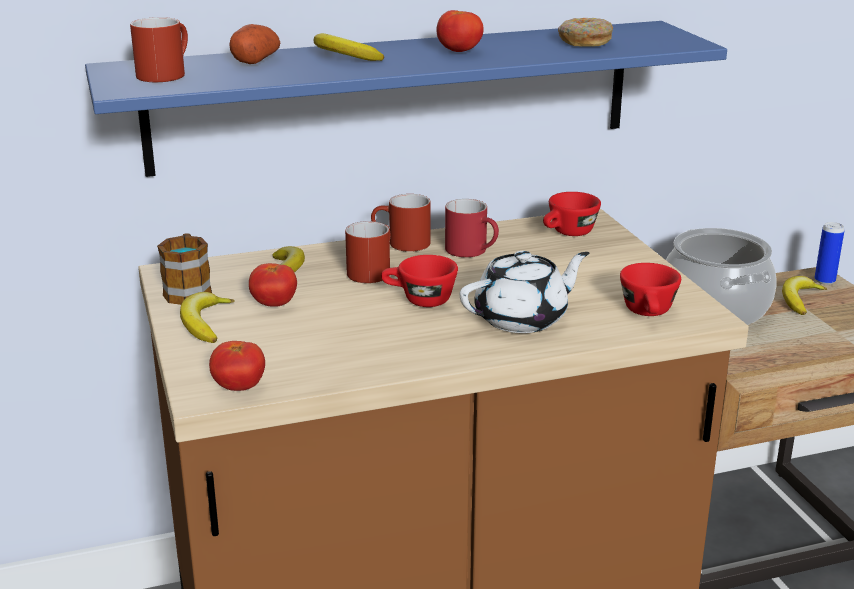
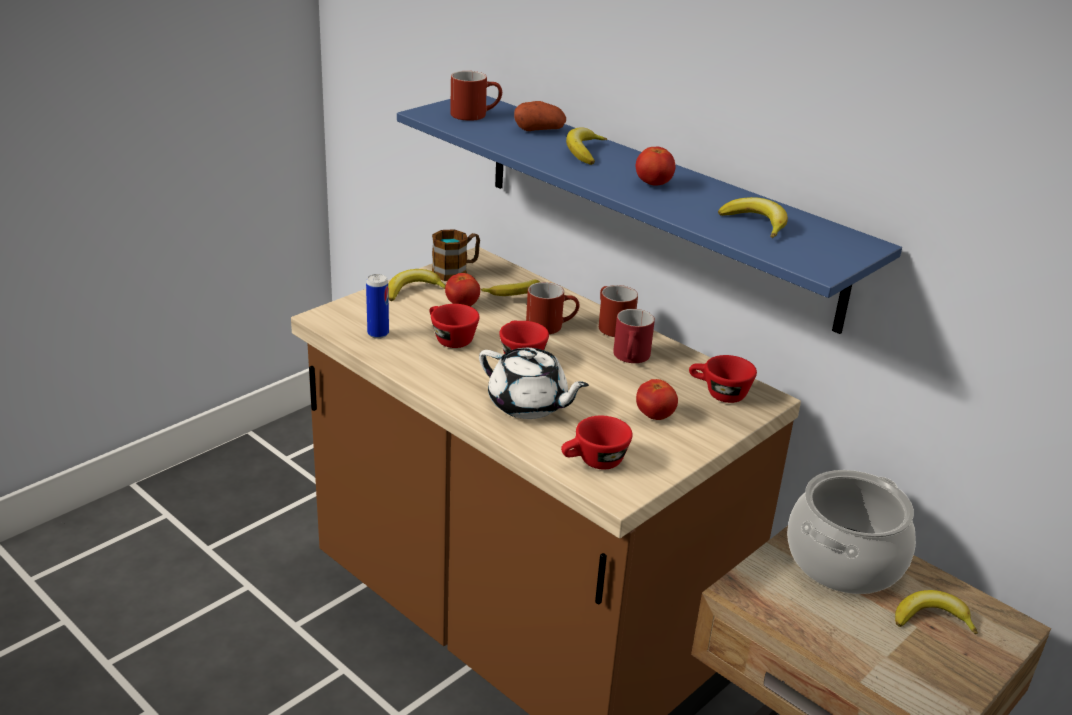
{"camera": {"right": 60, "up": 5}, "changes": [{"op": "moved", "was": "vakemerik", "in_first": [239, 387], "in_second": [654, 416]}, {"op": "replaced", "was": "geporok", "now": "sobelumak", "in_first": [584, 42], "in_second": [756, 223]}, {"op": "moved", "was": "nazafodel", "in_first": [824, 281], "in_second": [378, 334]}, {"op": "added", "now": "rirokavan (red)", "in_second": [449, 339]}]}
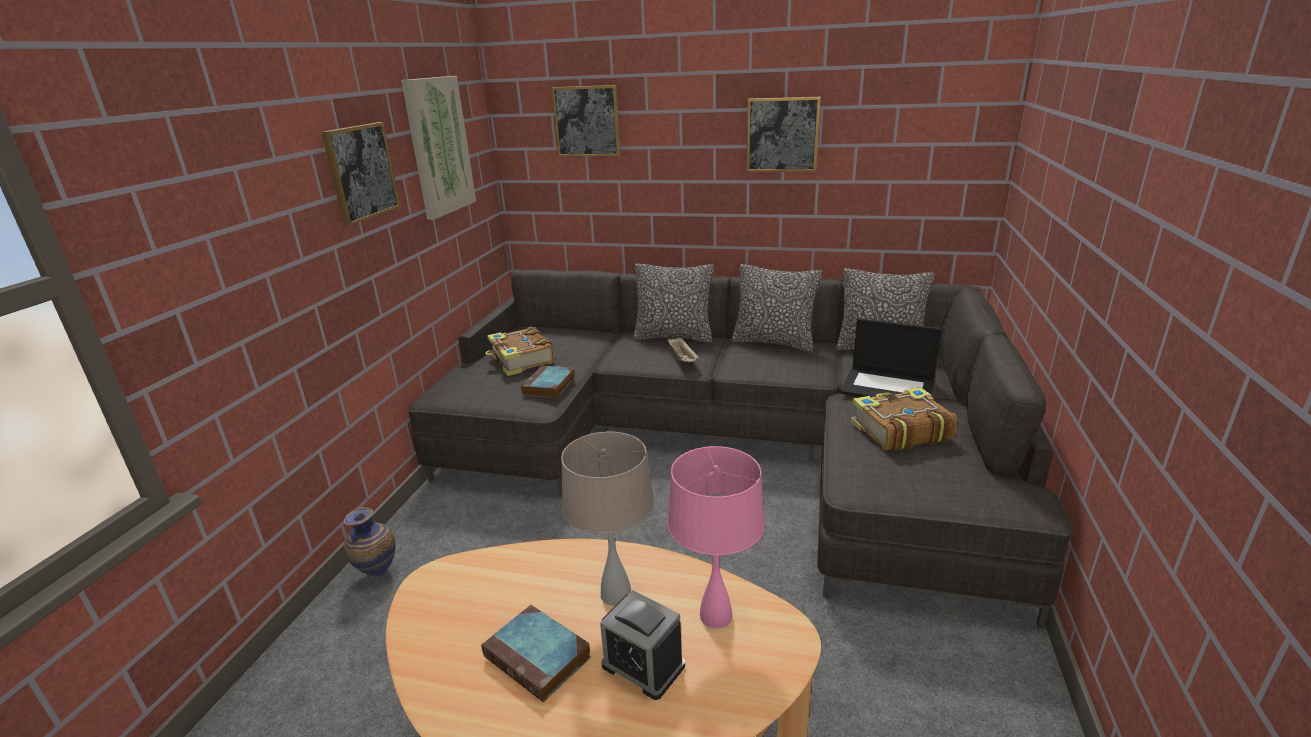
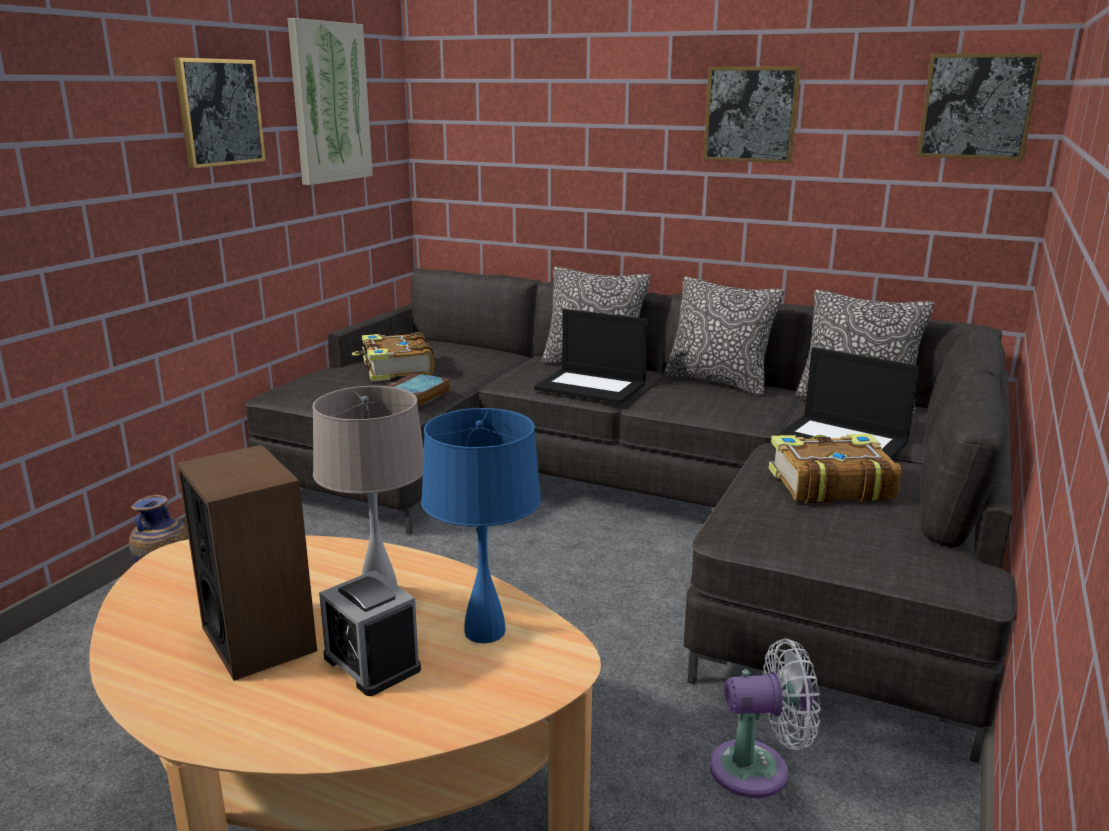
{"camera": {"right": 10, "up": -5}, "changes": [{"op": "replaced", "was": "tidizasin", "now": "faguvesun", "in_first": [539, 658], "in_second": [259, 639]}, {"op": "moved", "was": "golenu", "in_first": [587, 121], "in_second": [977, 106]}, {"op": "recoloured", "was": "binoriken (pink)", "now": "binoriken (blue)", "in_first": [715, 616], "in_second": [484, 631]}, {"op": "replaced", "was": "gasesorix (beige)", "now": "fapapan", "in_first": [683, 359], "in_second": [592, 386]}, {"op": "added", "now": "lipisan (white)", "in_second": [758, 769]}]}
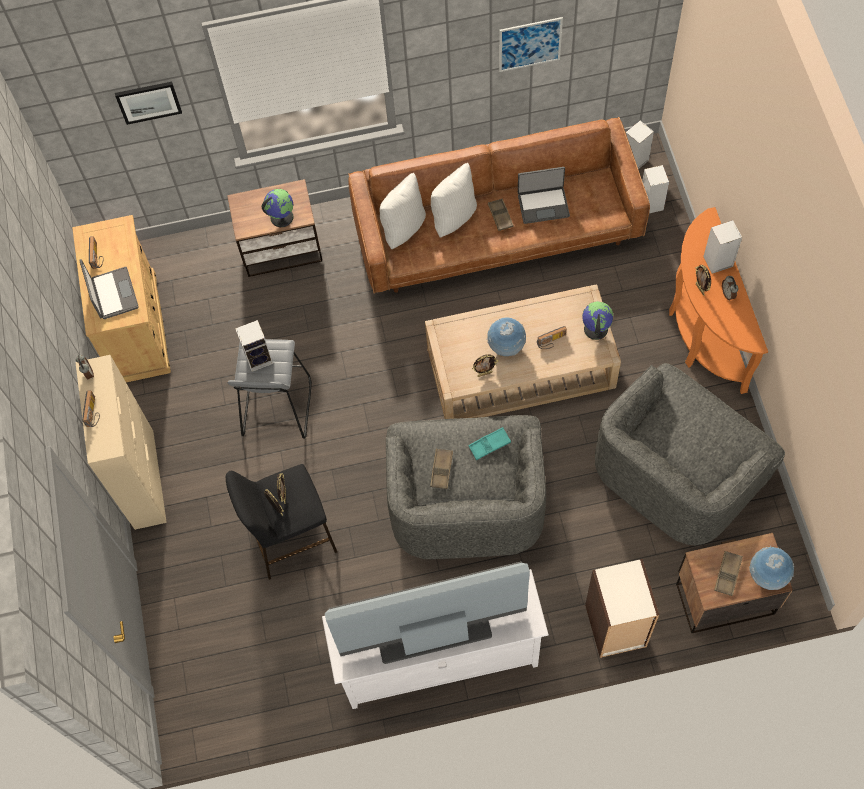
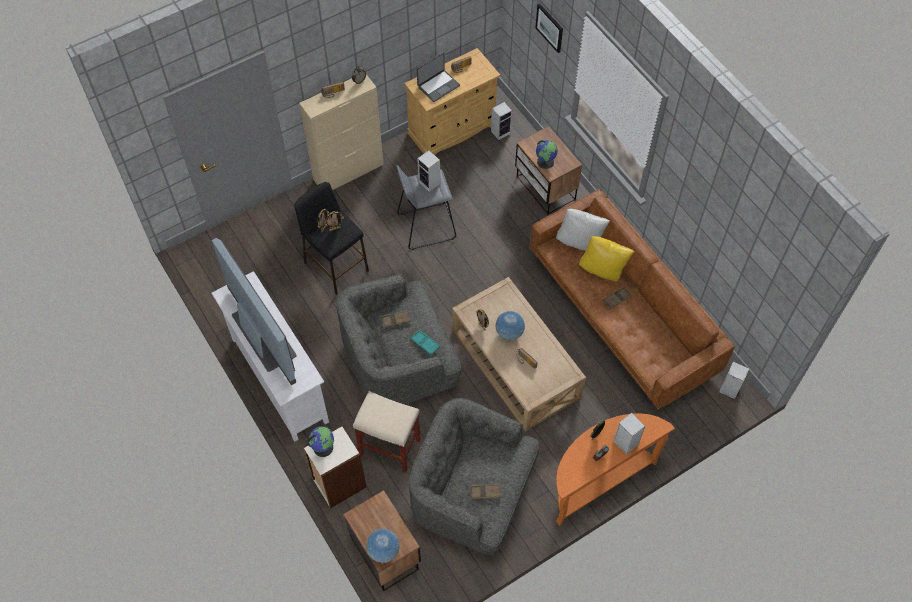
{"camera": {"right": 65, "up": -5}, "changes": [{"op": "recoloured", "was": "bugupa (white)", "now": "bugupa (yellow)", "in_first": [453, 216], "in_second": [603, 269]}, {"op": "removed", "was": "golenu", "in_first": [530, 44]}, {"op": "removed", "was": "fapapan", "in_first": [543, 205]}, {"op": "moved", "was": "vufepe", "in_first": [595, 329], "in_second": [323, 447]}, {"op": "moved", "was": "faguvesun", "in_first": [650, 203], "in_second": [501, 132]}, {"op": "moved", "was": "gasesorix (brown)", "in_first": [728, 574], "in_second": [485, 492]}, {"op": "added", "now": "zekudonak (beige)", "in_second": [389, 447]}]}
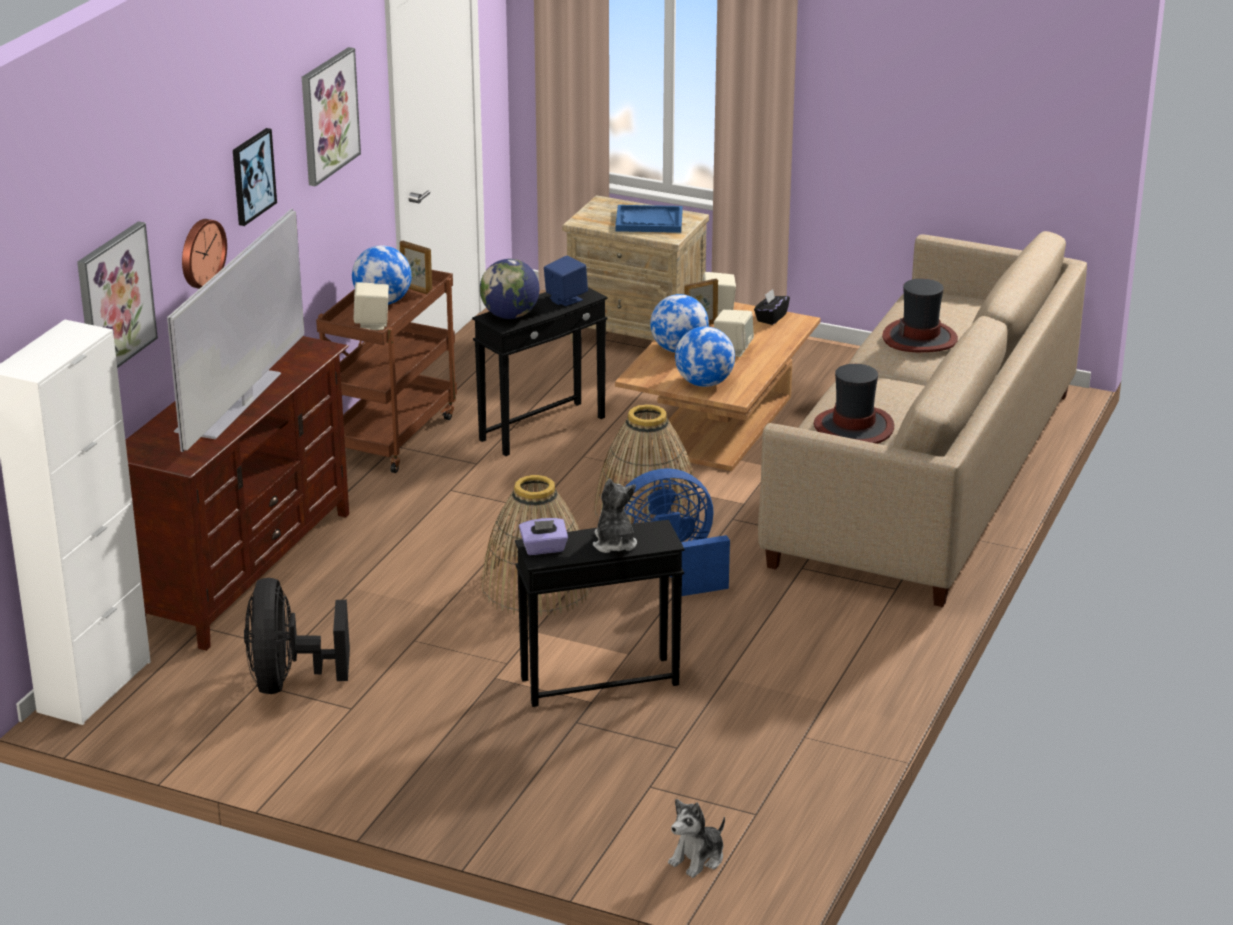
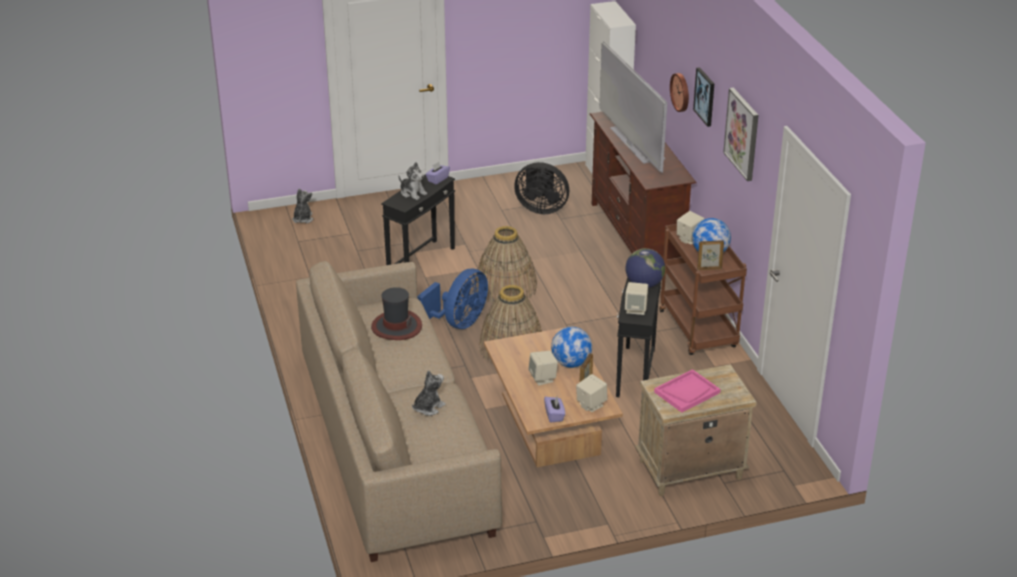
{"camera": {"right": 140, "up": 5}, "changes": [{"op": "removed", "was": "golenu", "in_first": [114, 300]}, {"op": "turned", "was": "lipisan (black)", "in_first": [289, 681], "in_second": [541, 208], "clockwise": 150}, {"op": "recoloured", "was": "faguvesun (blue)", "now": "faguvesun (beige)", "in_first": [565, 299], "in_second": [636, 309]}, {"op": "recoloured", "was": "gasesorix (blue)", "now": "gasesorix (pink)", "in_first": [649, 221], "in_second": [687, 392]}, {"op": "removed", "was": "vufepe", "in_first": [704, 383]}, {"op": "recoloured", "was": "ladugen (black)", "now": "ladugen (purple)", "in_first": [771, 318], "in_second": [554, 415]}, {"op": "replaced", "was": "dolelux", "now": "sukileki", "in_first": [920, 338], "in_second": [428, 407]}]}
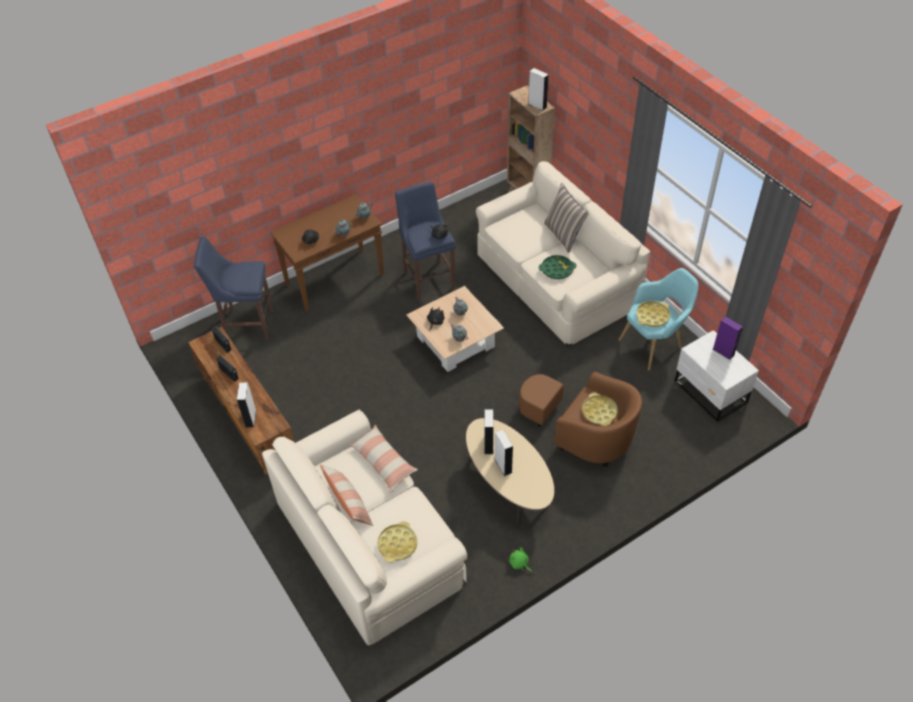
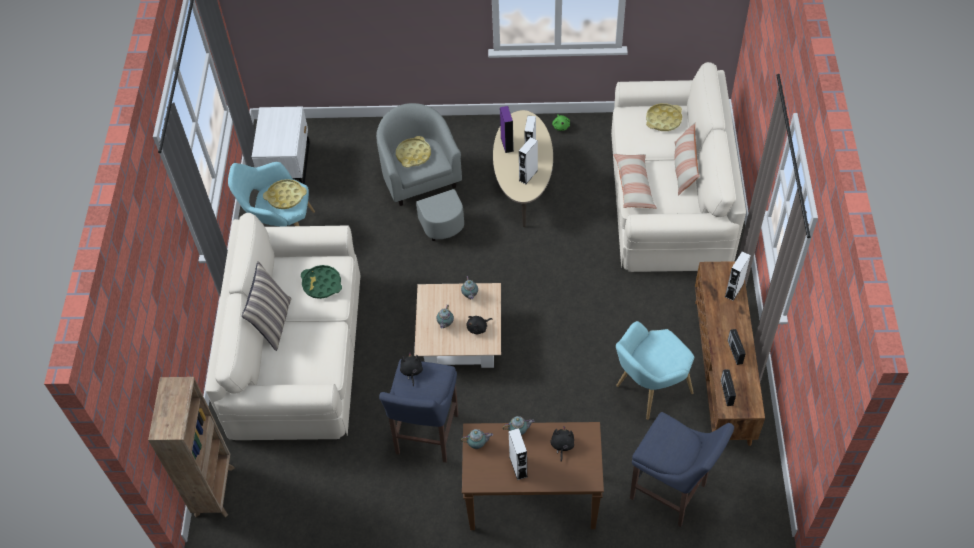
{"camera": {"right": -145, "up": 5}, "changes": [{"op": "recoloured", "was": "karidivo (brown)", "now": "karidivo (grey)", "in_first": [582, 433], "in_second": [425, 190]}, {"op": "moved", "was": "faguvesun (white)", "in_first": [537, 105], "in_second": [518, 466]}, {"op": "moved", "was": "faguvesun (purple)", "in_first": [723, 352], "in_second": [507, 144]}, {"op": "added", "now": "karidivo (turquoise)", "in_second": [648, 390]}]}
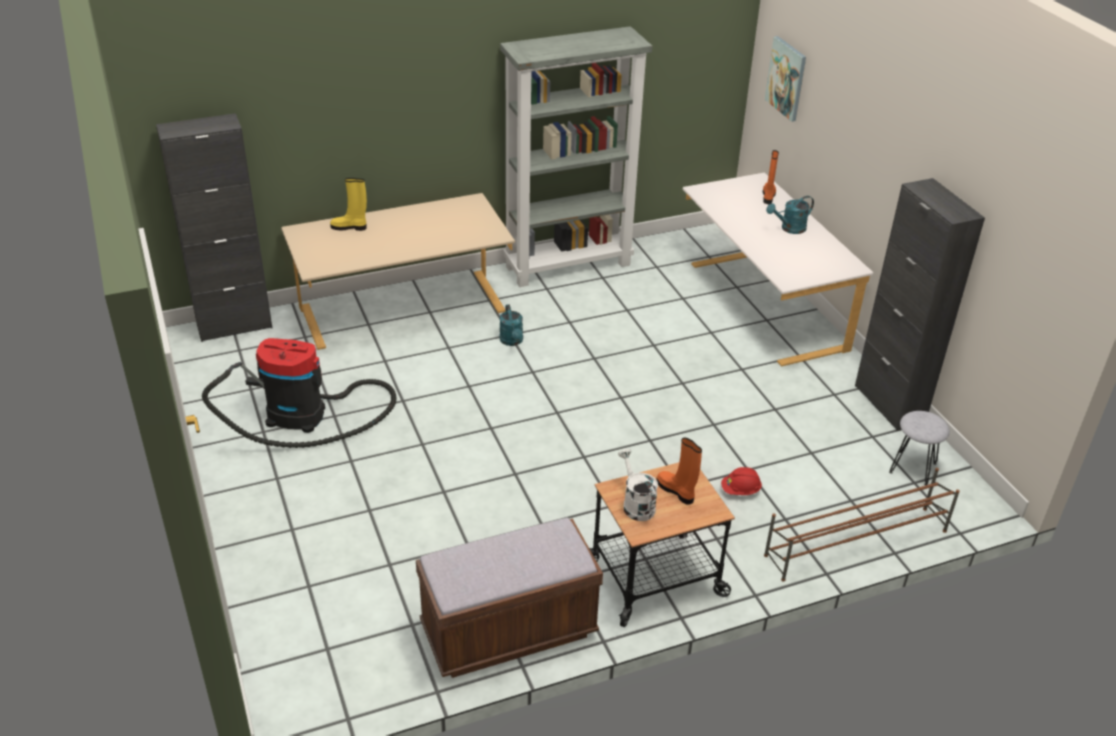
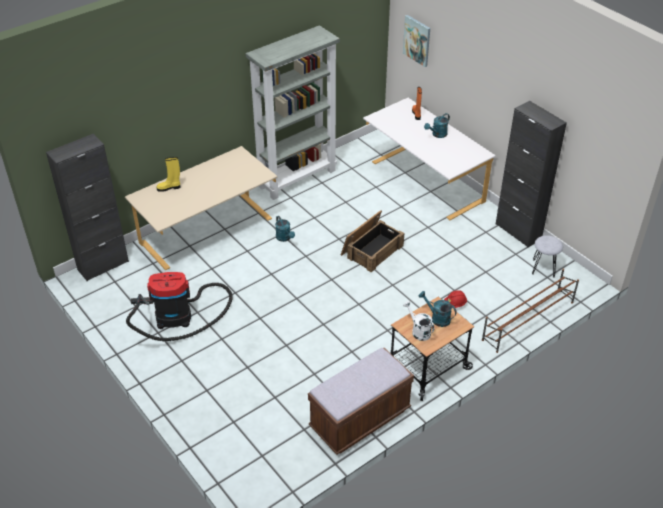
{"camera": {"right": -15, "up": 5}, "changes": [{"op": "replaced", "was": "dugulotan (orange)", "now": "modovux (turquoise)", "in_first": [676, 491], "in_second": [437, 318]}, {"op": "added", "now": "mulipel", "in_second": [372, 250]}]}
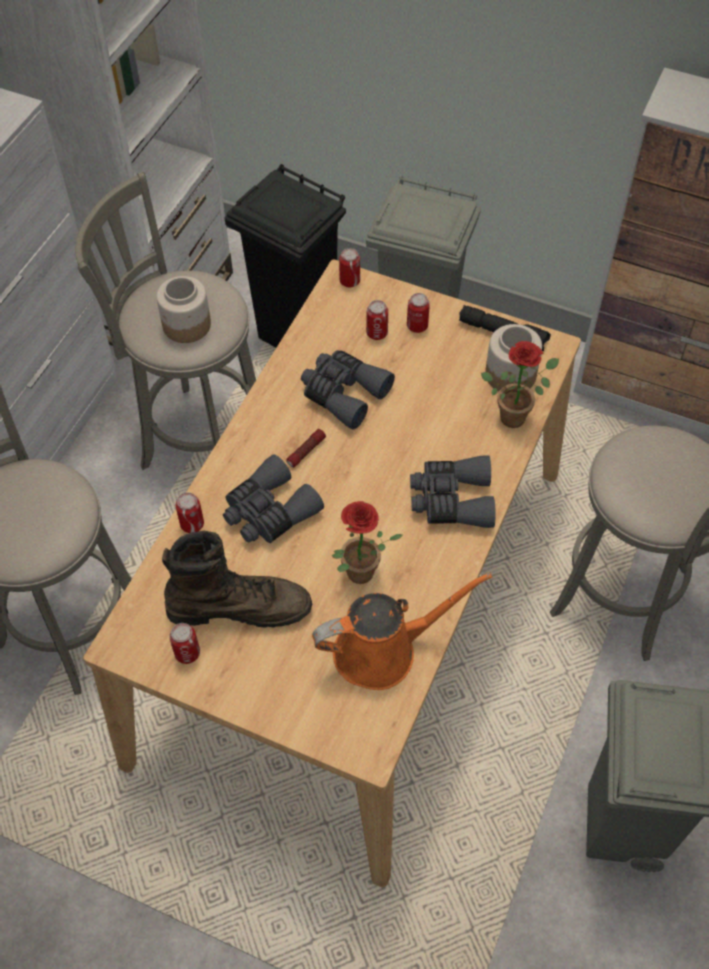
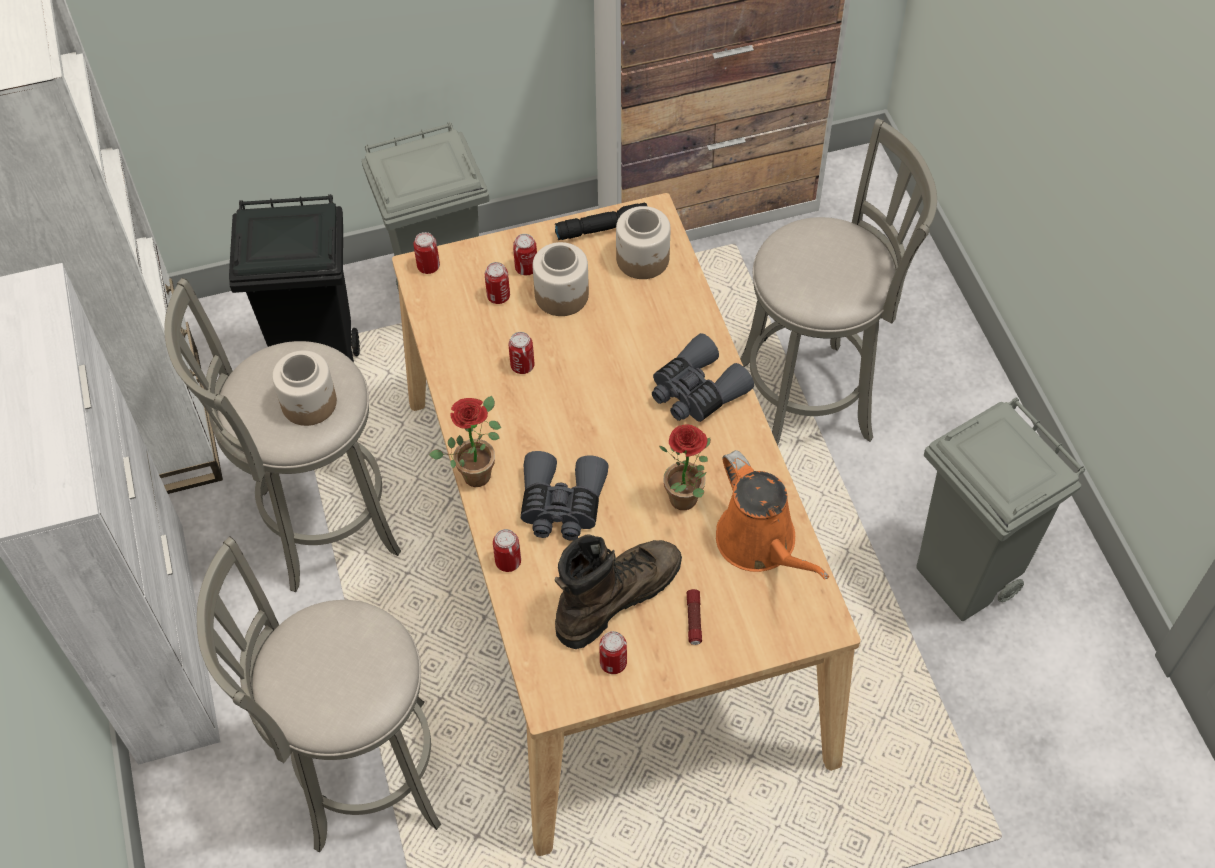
{"camera": {"right": -40, "up": 0}, "changes": [{"op": "moved", "was": "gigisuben", "in_first": [306, 452], "in_second": [694, 620]}, {"op": "replaced", "was": "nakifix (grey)", "now": "nazafodel", "in_first": [343, 393], "in_second": [522, 366]}, {"op": "turned", "was": "modovux (orange)", "in_first": [383, 650], "in_second": [760, 544], "clockwise": 120}, {"op": "moved", "was": "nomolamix", "in_first": [516, 414], "in_second": [477, 470]}, {"op": "added", "now": "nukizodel", "in_second": [562, 295]}]}
